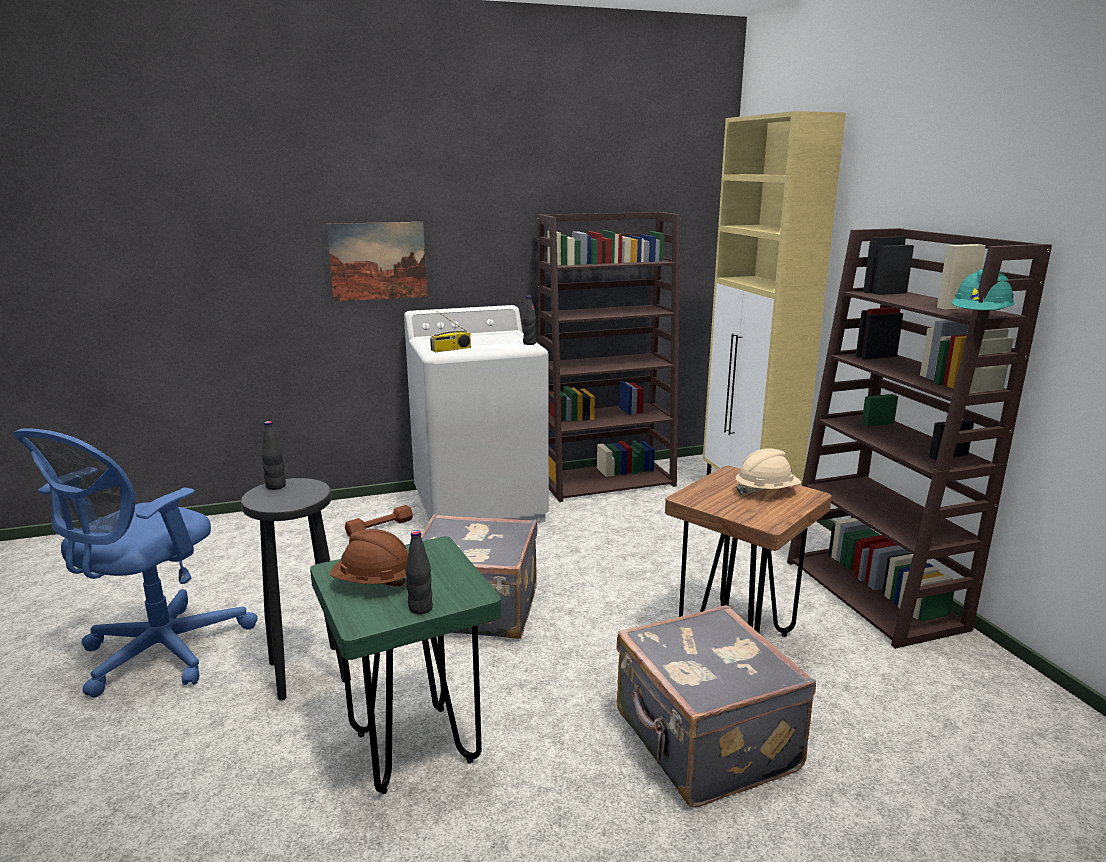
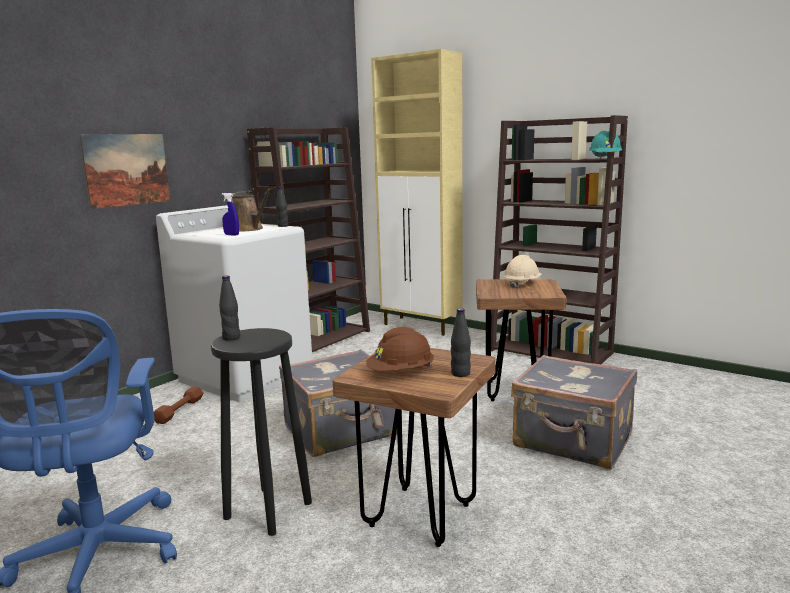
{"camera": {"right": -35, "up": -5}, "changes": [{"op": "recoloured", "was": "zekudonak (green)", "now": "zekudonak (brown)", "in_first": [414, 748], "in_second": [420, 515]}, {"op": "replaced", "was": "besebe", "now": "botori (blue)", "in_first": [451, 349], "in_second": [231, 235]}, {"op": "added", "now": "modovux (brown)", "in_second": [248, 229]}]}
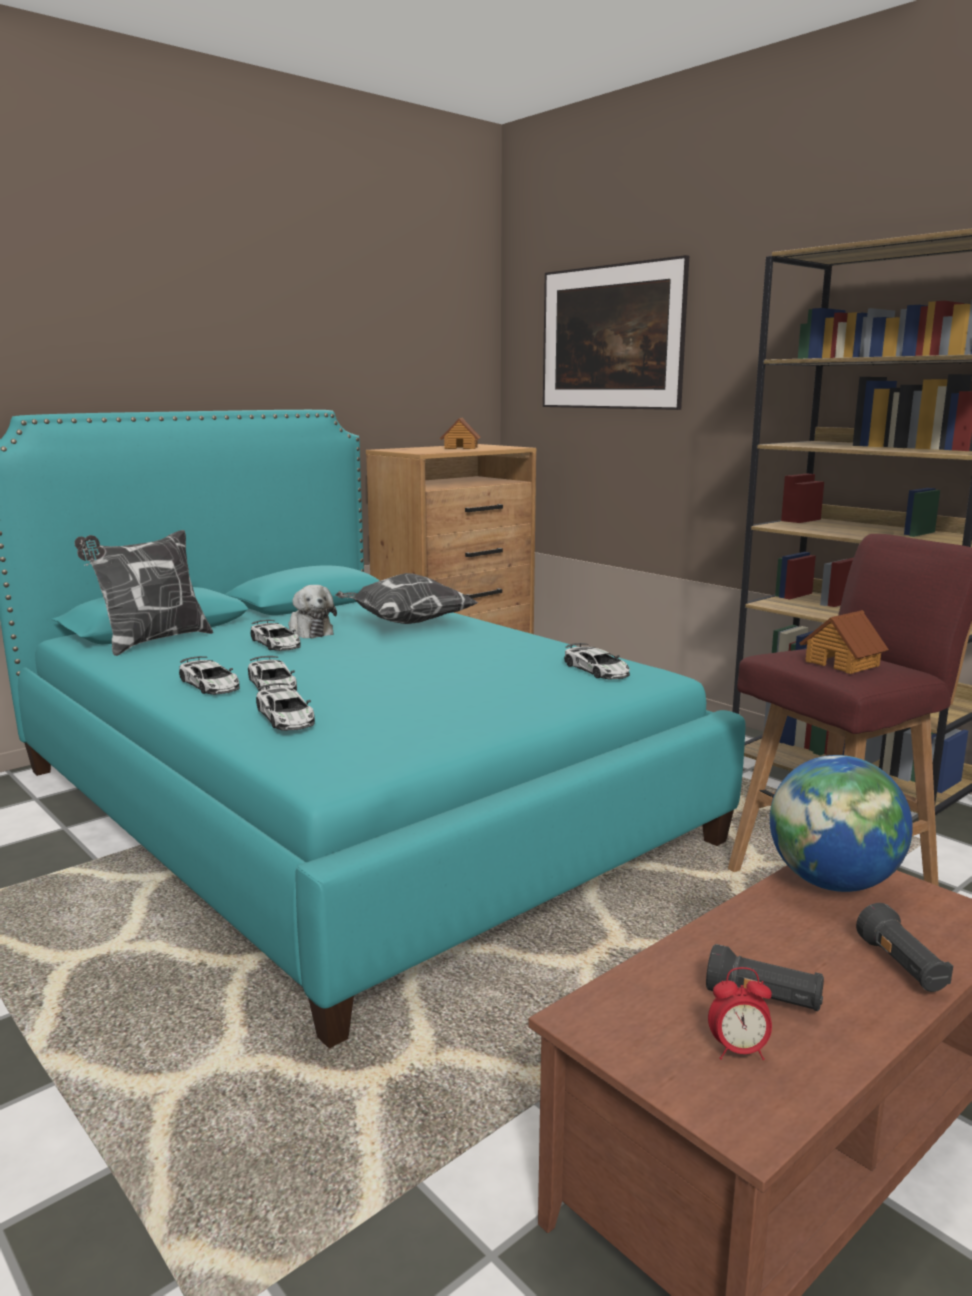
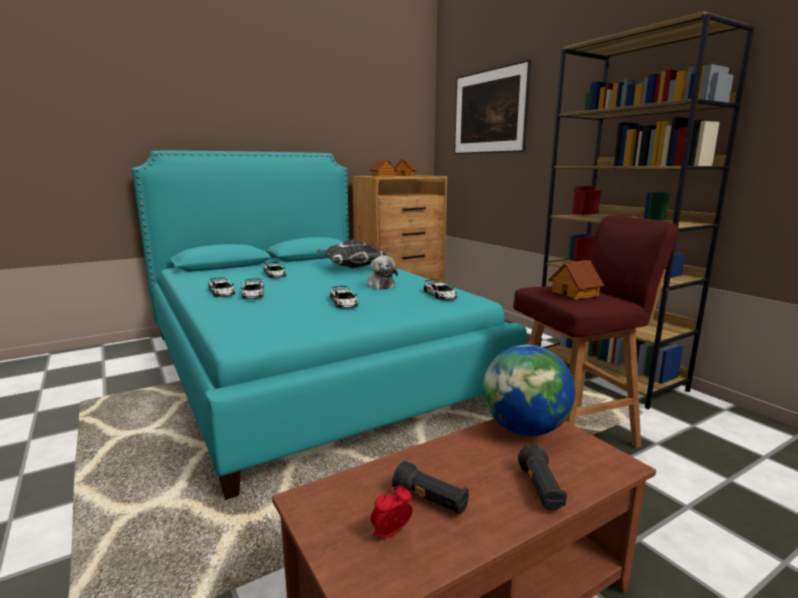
{"camera": {"right": 10, "up": 0}, "changes": [{"op": "removed", "was": "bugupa", "in_first": [152, 642]}, {"op": "moved", "was": "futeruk", "in_first": [285, 717], "in_second": [344, 302]}, {"op": "moved", "was": "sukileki", "in_first": [309, 631], "in_second": [380, 285]}, {"op": "turned", "was": "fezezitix", "in_first": [738, 1051], "in_second": [391, 535], "clockwise": 135}, {"op": "added", "now": "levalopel", "in_second": [383, 176]}]}
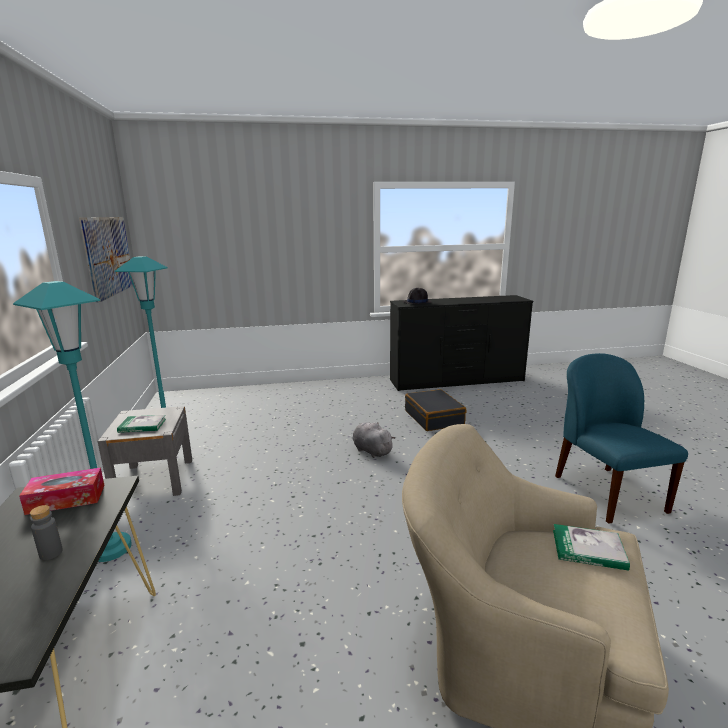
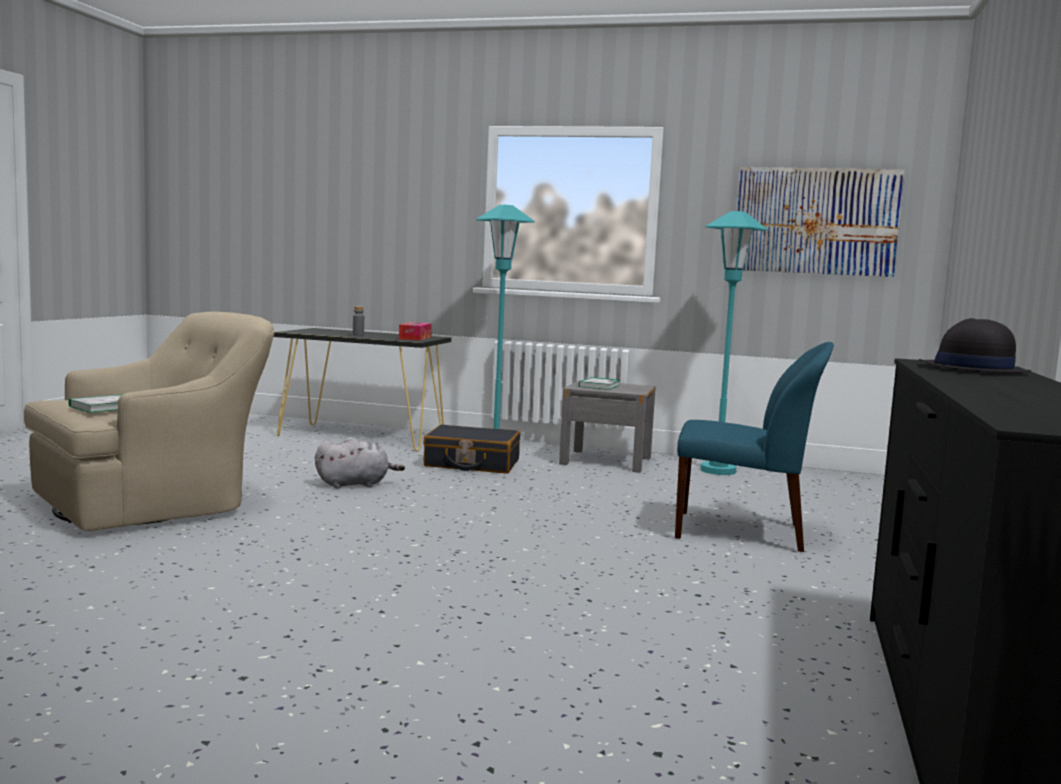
{"camera": {"right": 115, "up": -10}, "changes": [{"op": "moved", "was": "sukileki (grey)", "in_first": [371, 450], "in_second": [355, 484]}, {"op": "moved", "was": "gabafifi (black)", "in_first": [434, 418], "in_second": [472, 463]}, {"op": "moved", "was": "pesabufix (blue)", "in_first": [606, 492], "in_second": [742, 532]}]}
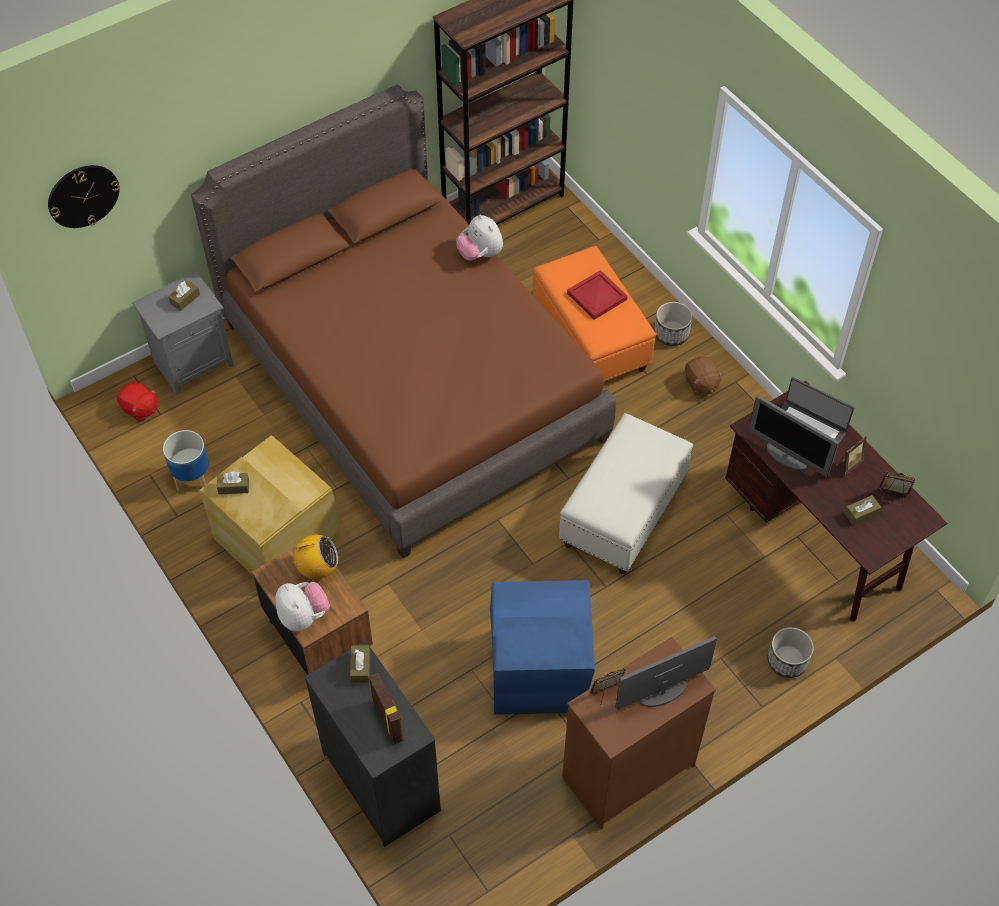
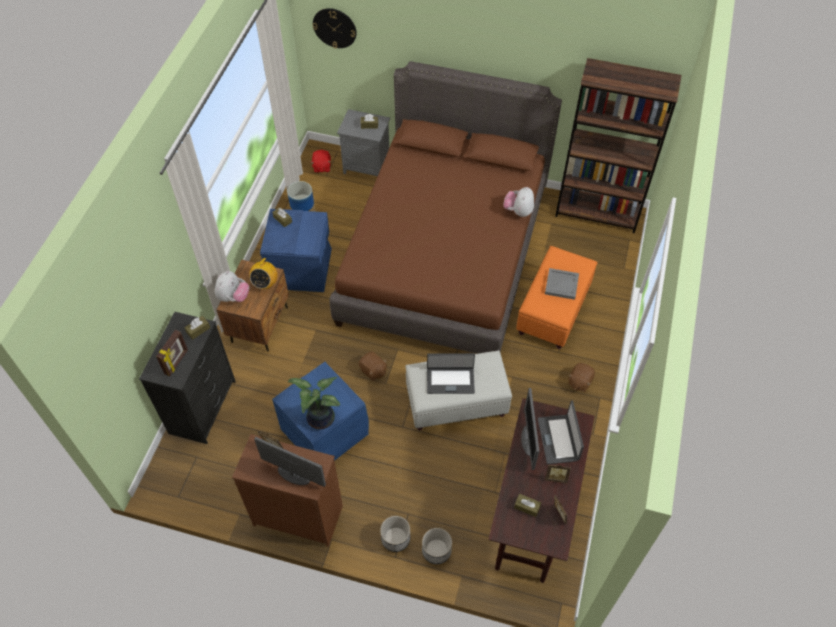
{"camera": {"right": 50, "up": 0}, "changes": [{"op": "recoloured", "was": "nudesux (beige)", "now": "nudesux (blue)", "in_first": [277, 536], "in_second": [301, 267]}, {"op": "turned", "was": "besebe", "in_first": [317, 569], "in_second": [265, 283], "clockwise": 60}, {"op": "recoloured", "was": "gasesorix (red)", "now": "gasesorix (grey)", "in_first": [597, 297], "in_second": [561, 285]}, {"op": "moved", "was": "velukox", "in_first": [671, 334], "in_second": [395, 538]}, {"op": "added", "now": "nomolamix", "in_second": [319, 419]}, {"op": "added", "now": "sukileki (brown)", "in_second": [373, 371]}, {"op": "added", "now": "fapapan", "in_second": [450, 380]}]}
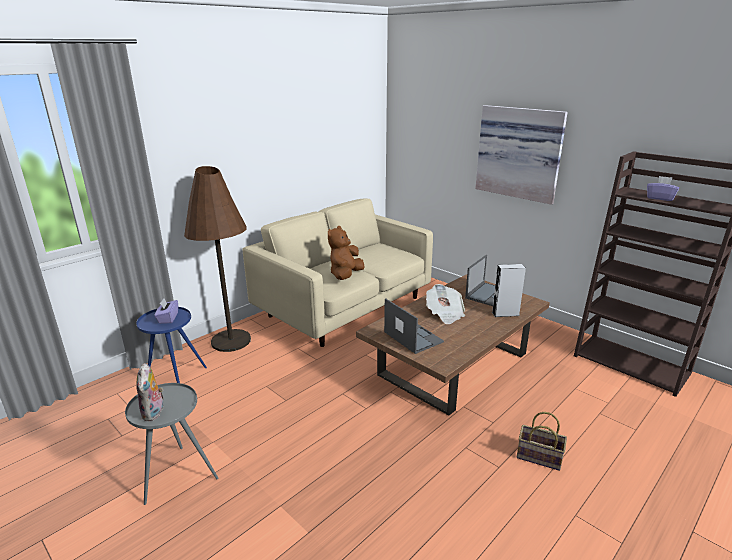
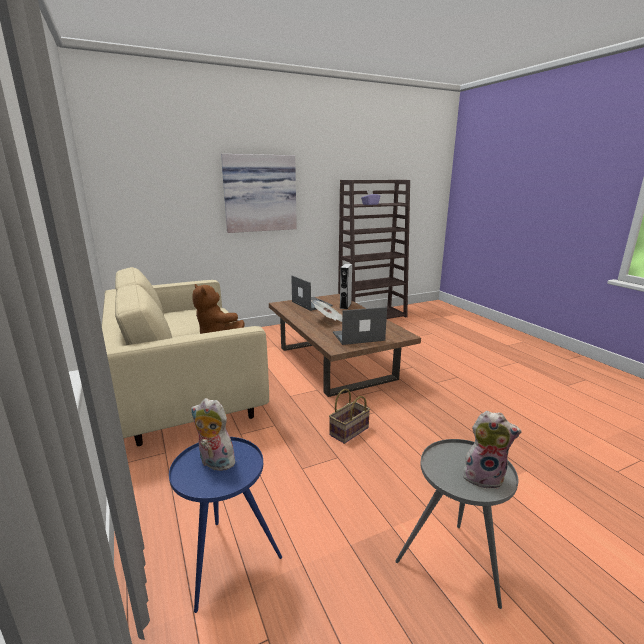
{"camera": {"right": -70, "up": -5}, "changes": [{"op": "replaced", "was": "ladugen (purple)", "now": "sukileki", "in_first": [168, 318], "in_second": [214, 463]}, {"op": "removed", "was": "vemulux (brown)", "in_first": [231, 341]}, {"op": "moved", "was": "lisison", "in_first": [538, 457], "in_second": [349, 432]}]}
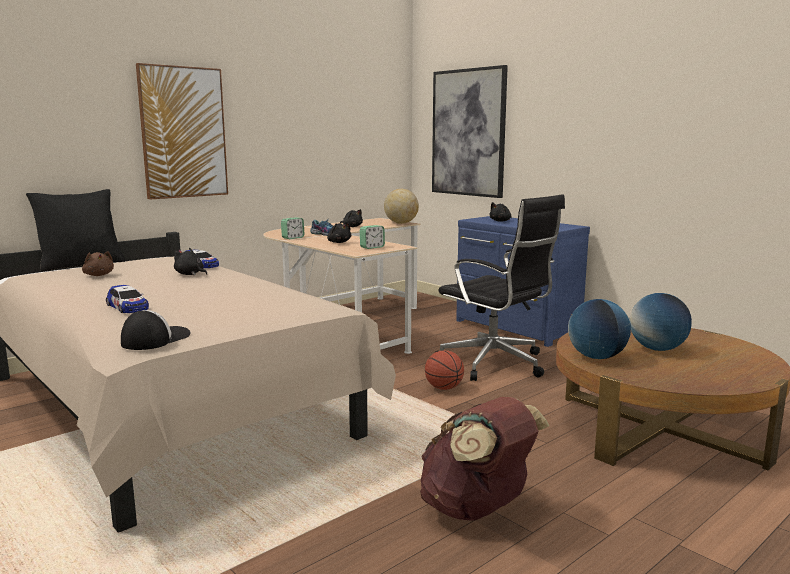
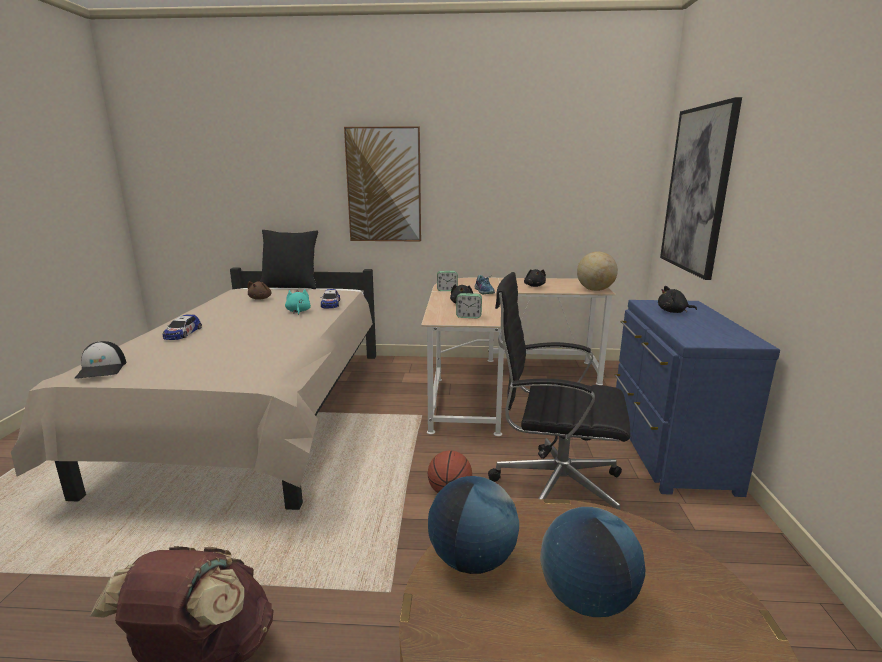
{"camera": {"right": 45, "up": 5}, "changes": [{"op": "turned", "was": "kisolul", "in_first": [155, 339], "in_second": [102, 369], "clockwise": 90}, {"op": "recoloured", "was": "sukileki (black)", "now": "sukileki (turquoise)", "in_first": [190, 274], "in_second": [298, 311]}, {"op": "turned", "was": "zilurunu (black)", "in_first": [495, 364], "in_second": [554, 488], "clockwise": 105}]}
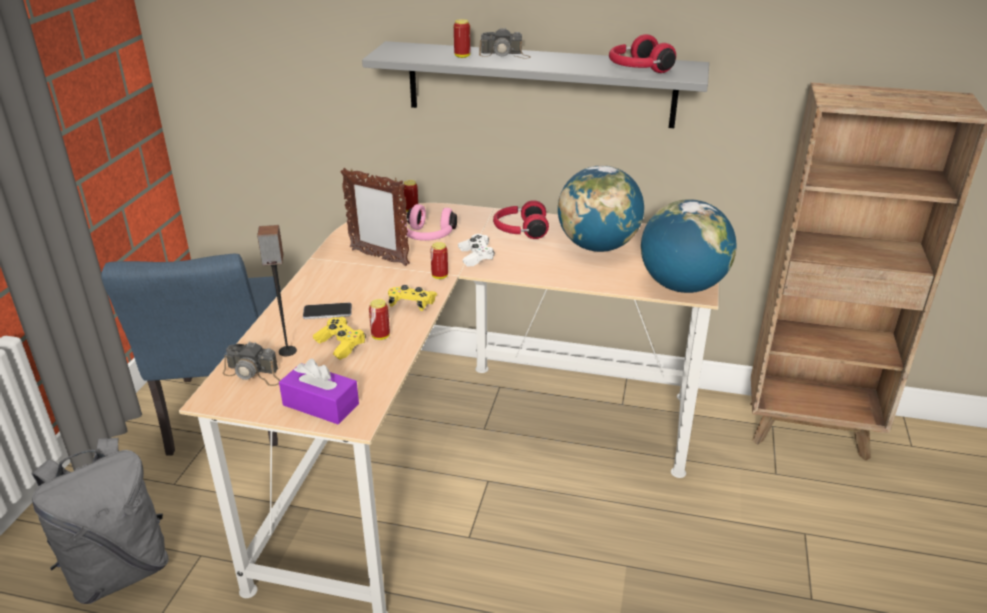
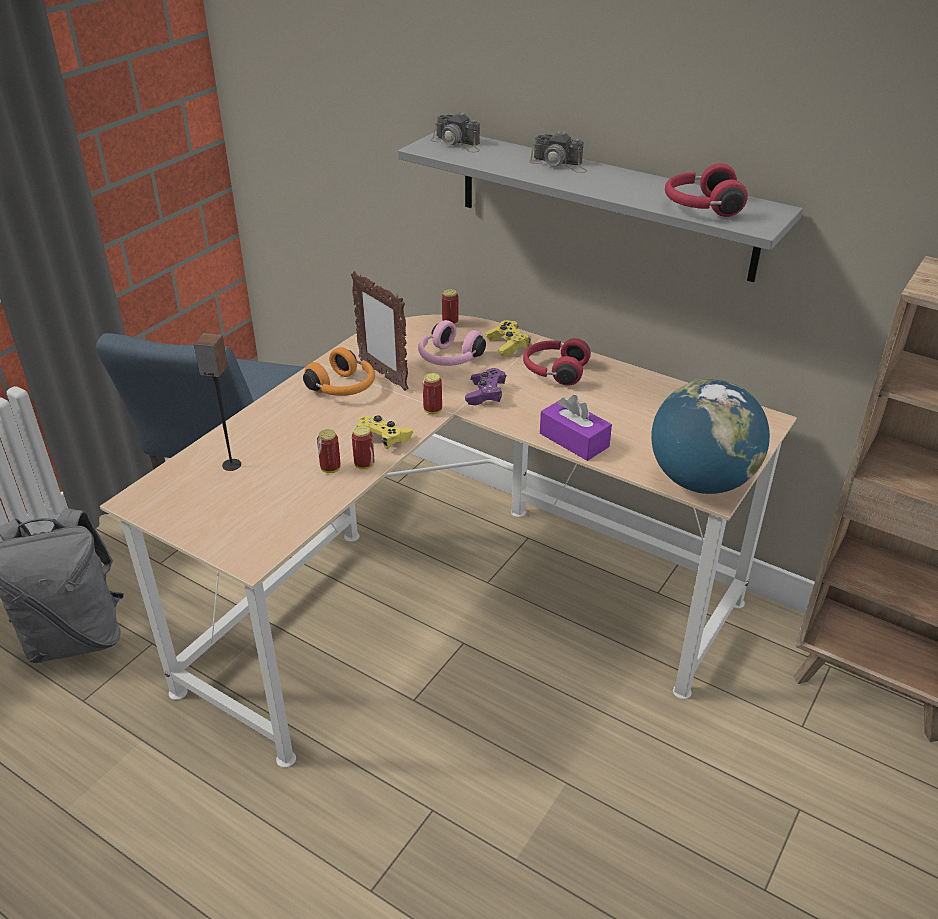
{"camera": {"right": 20, "up": 5}, "changes": [{"op": "moved", "was": "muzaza", "in_first": [254, 373], "in_second": [457, 143]}, {"op": "moved", "was": "ladugen (purple)", "in_first": [321, 404], "in_second": [574, 440]}, {"op": "removed", "was": "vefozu", "in_first": [327, 312]}, {"op": "moved", "was": "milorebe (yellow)", "in_first": [340, 345], "in_second": [507, 345]}, {"op": "moved", "was": "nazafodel", "in_first": [462, 56], "in_second": [364, 465]}, {"op": "recoloured", "was": "milorebe (white)", "now": "milorebe (purple)", "in_first": [476, 257], "in_second": [485, 394]}, {"op": "removed", "was": "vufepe", "in_first": [598, 246]}, {"op": "added", "now": "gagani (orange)", "in_second": [343, 388]}]}
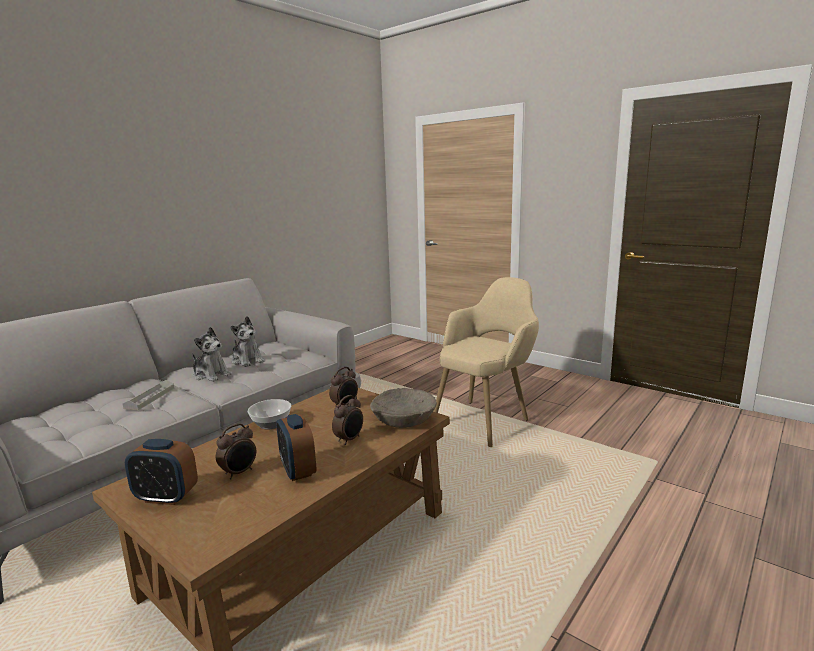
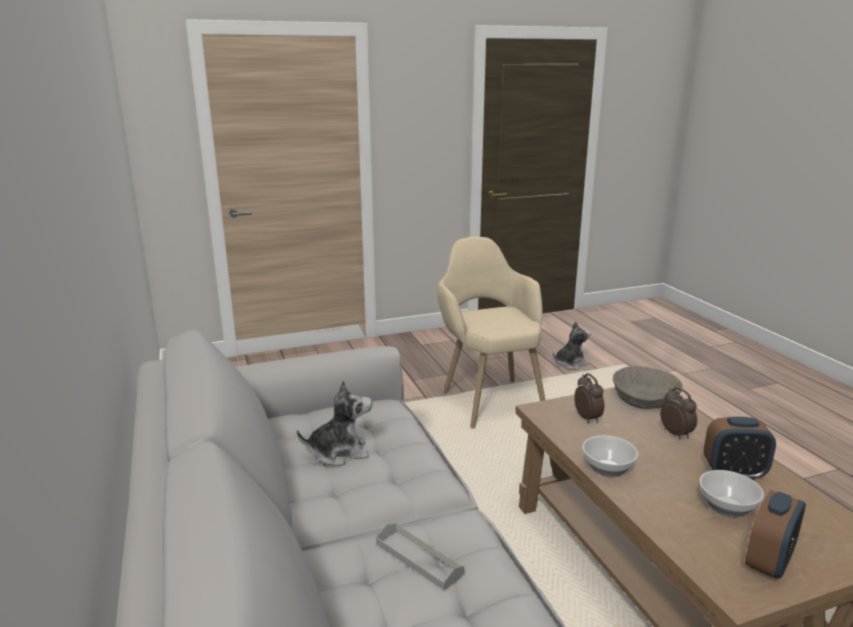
{"camera": {"right": -60, "up": 5}, "changes": [{"op": "moved", "was": "sukileki", "in_first": [211, 375], "in_second": [570, 364]}, {"op": "replaced", "was": "fezezitix", "now": "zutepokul", "in_first": [239, 472], "in_second": [725, 507]}]}
